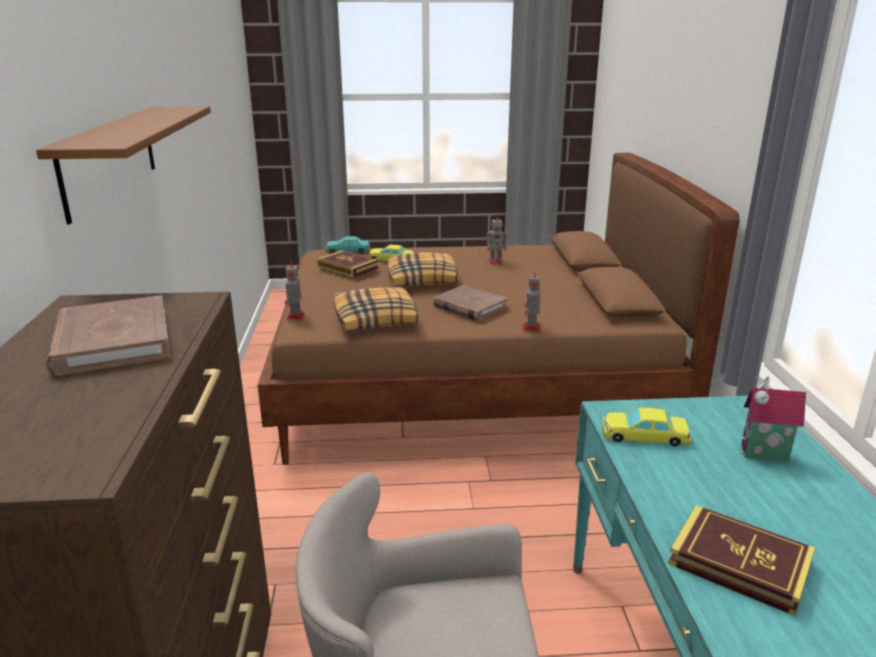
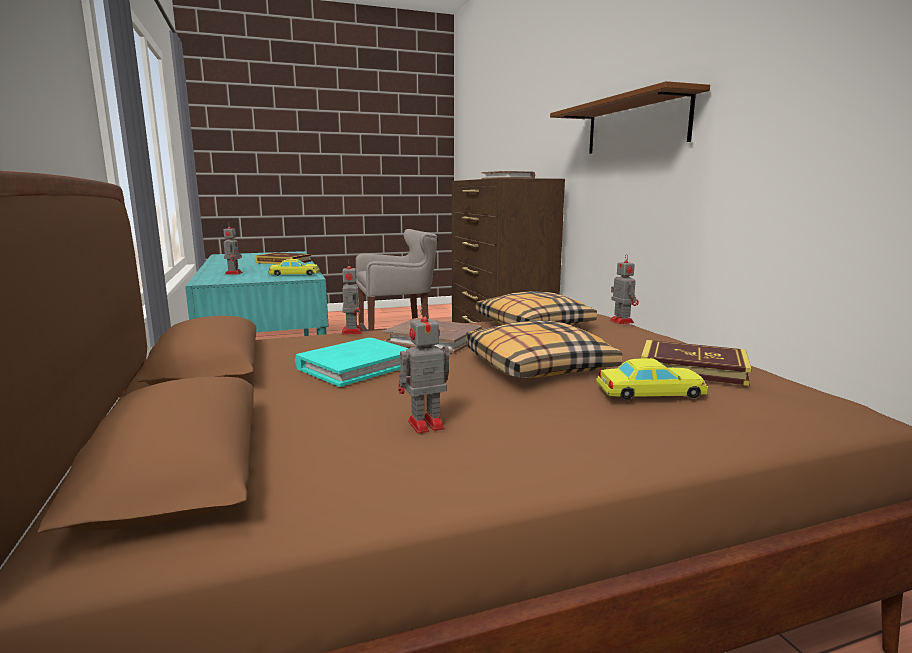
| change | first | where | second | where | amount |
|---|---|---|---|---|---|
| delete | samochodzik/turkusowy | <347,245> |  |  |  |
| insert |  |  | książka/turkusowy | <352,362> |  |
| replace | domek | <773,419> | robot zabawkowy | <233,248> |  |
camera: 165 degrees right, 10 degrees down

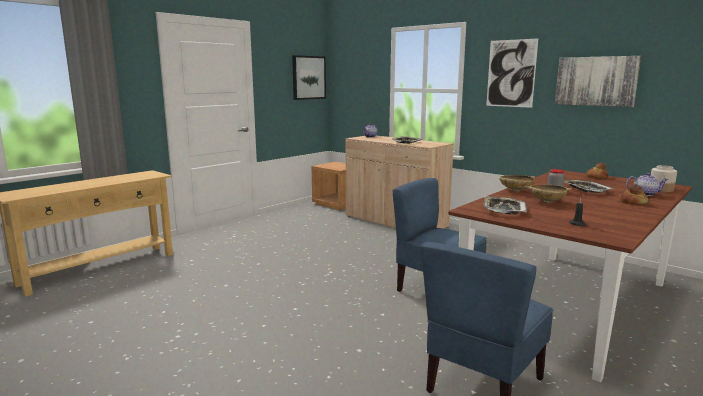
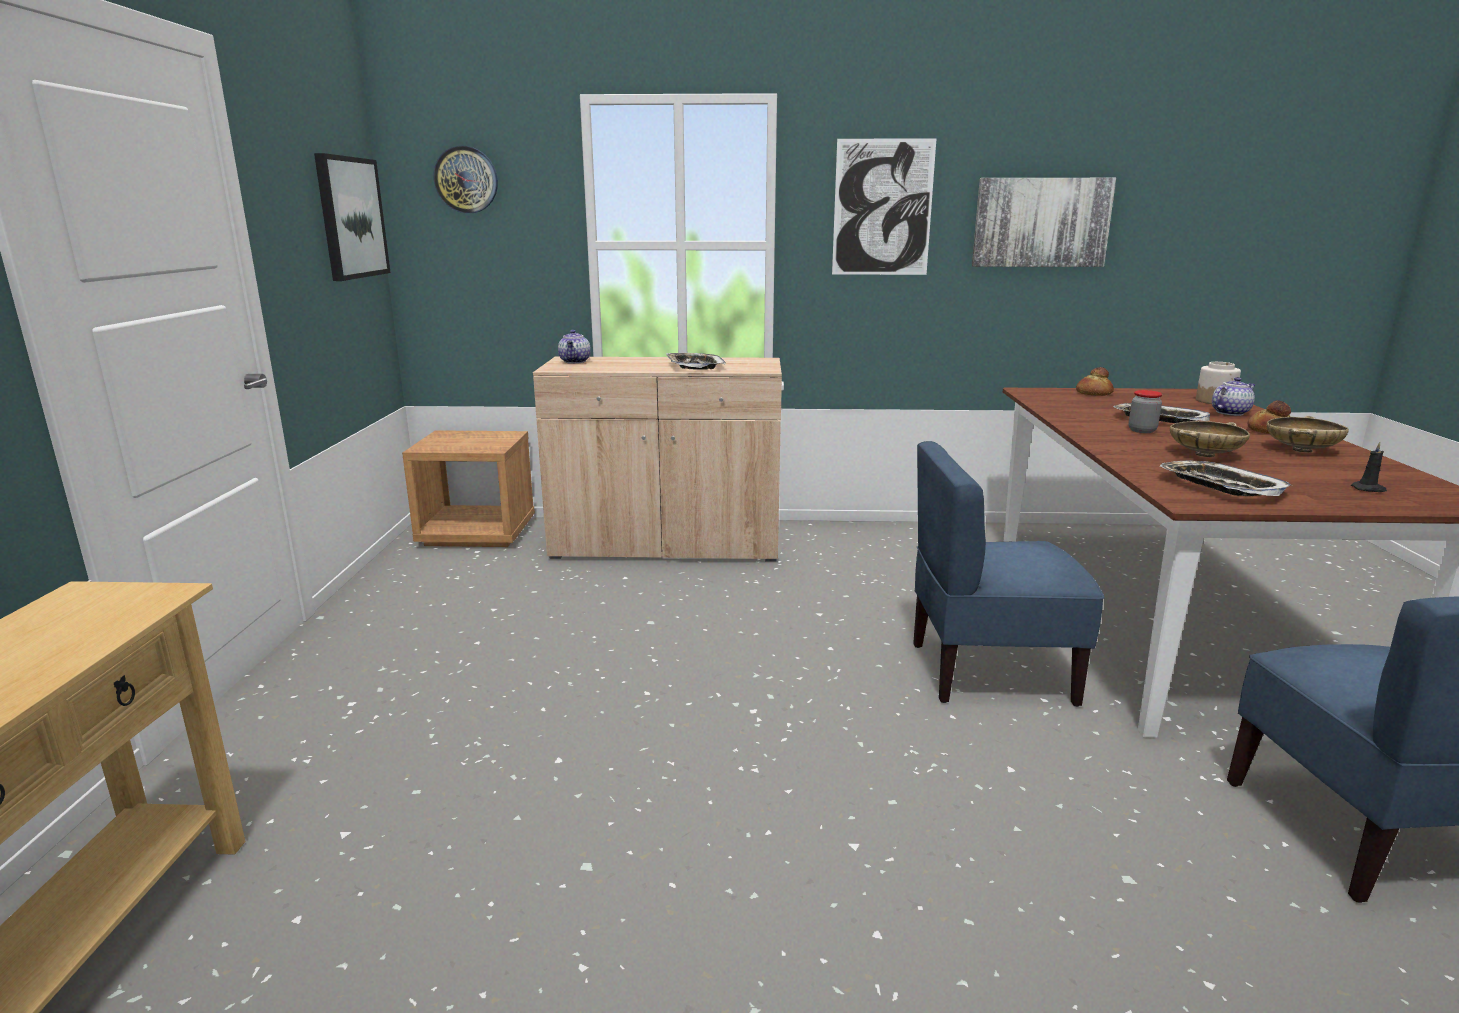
| change | first | where | second | where | amount |
|---|---|---|---|---|---|
| insert |  |  | zegar ścienny | <466,179> |  |
| move | miska/beżowy | <516,183> |  | <1307,434> |  |
camera: 40 degrees left, 5 degrees up

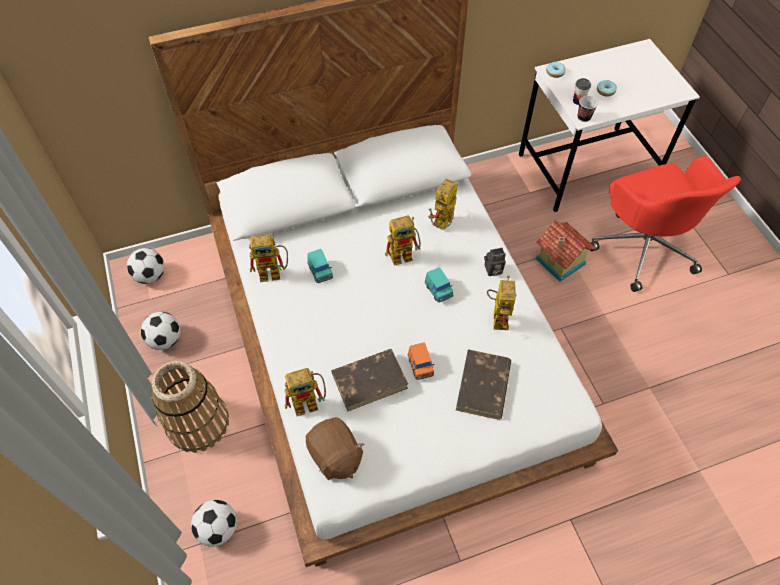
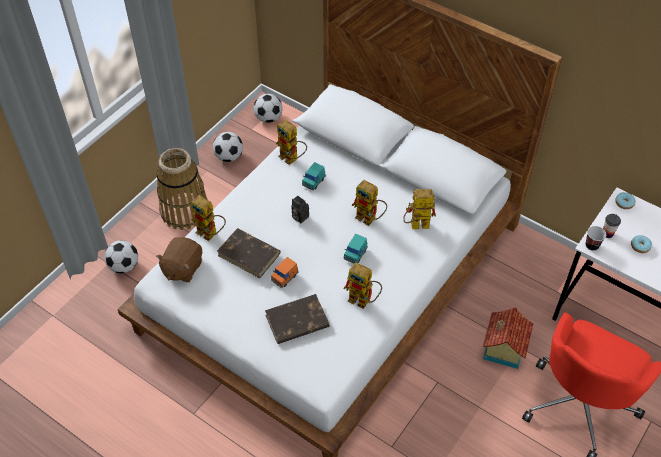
| change | first | where | second | where | amount |
|---|---|---|---|---|---|
| move | aparat fotograficzny | <495,262> |  | <300,209> |  |
| rotate | robot zabawkowy | <502,302> |  | <362,286> | 60 degrees clockwise |
camera: 55 degrees right, 5 degrees down

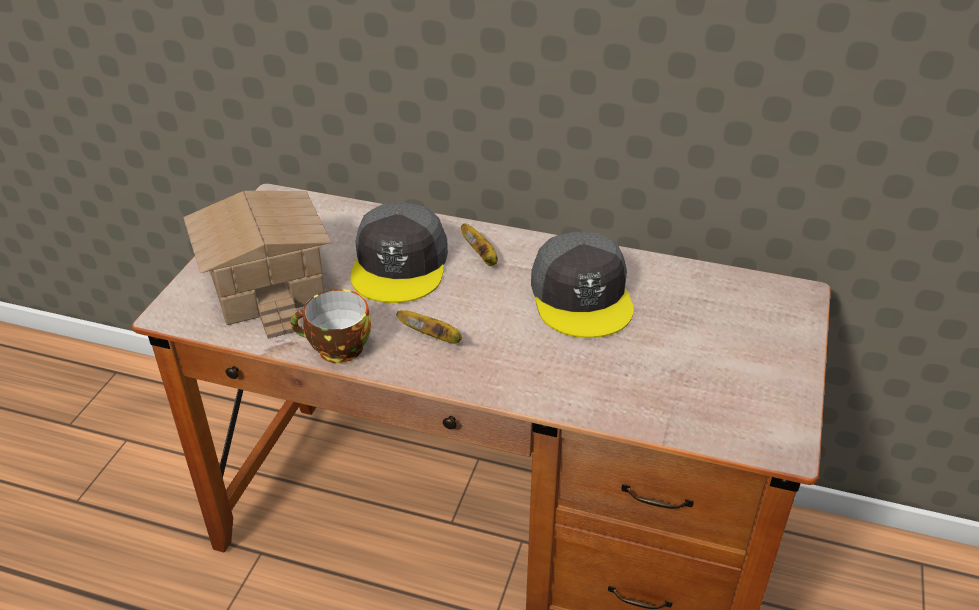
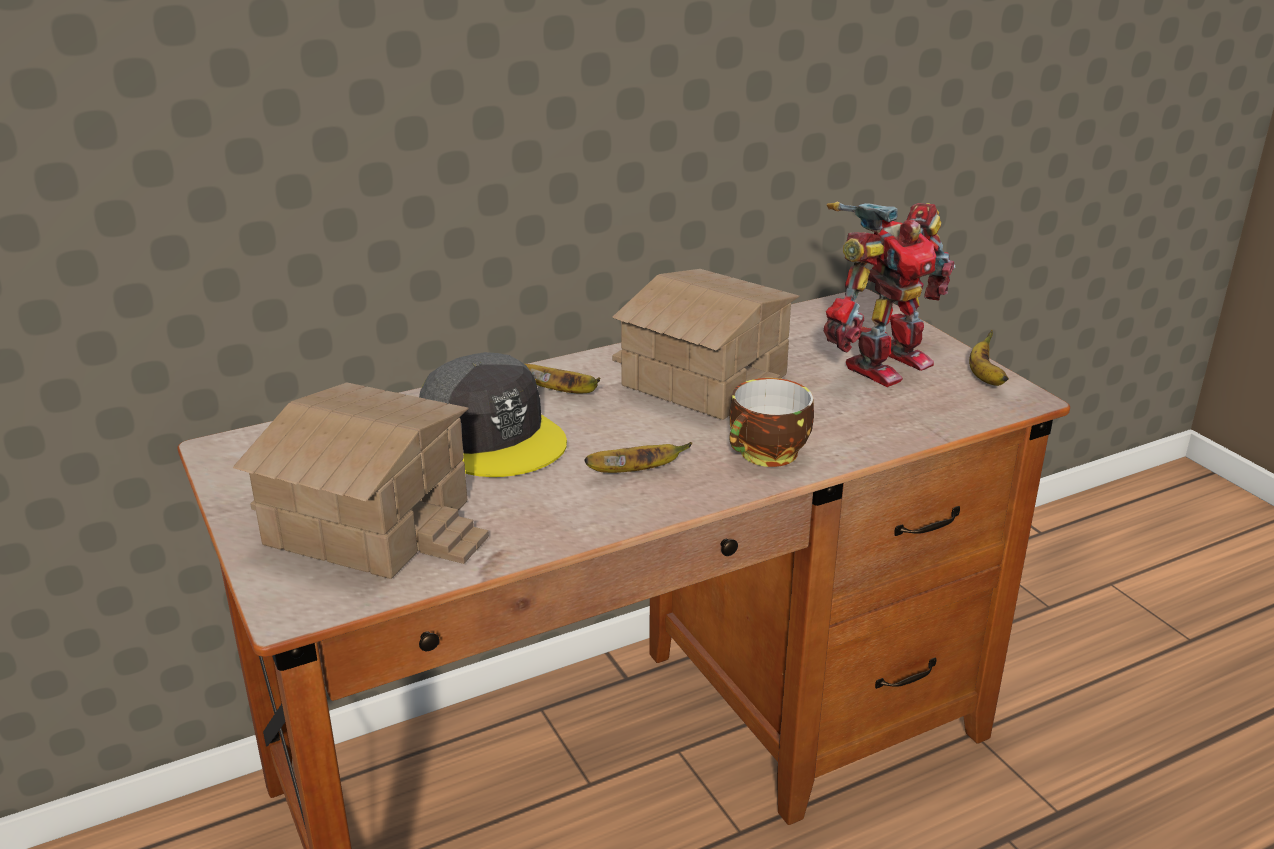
| change | first | where | second | where | amount |
|---|---|---|---|---|---|
| insert |  |  | robot zabawkowy | <890,294> |  |
| insert |  |  | banan | <989,358> |  |
| move | filiżanka | <331,326> |  | <772,422> |  |
| replace | czapka z daszkiem/szary | <582,285> | domek | <706,344> |  |
camera: 45 degrees left, 10 degrees down

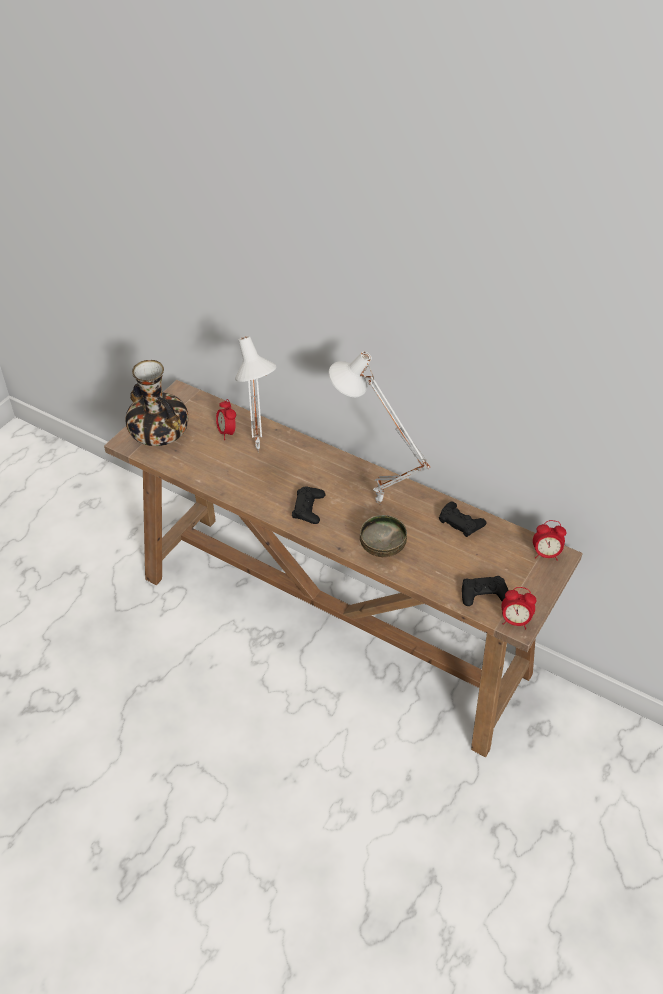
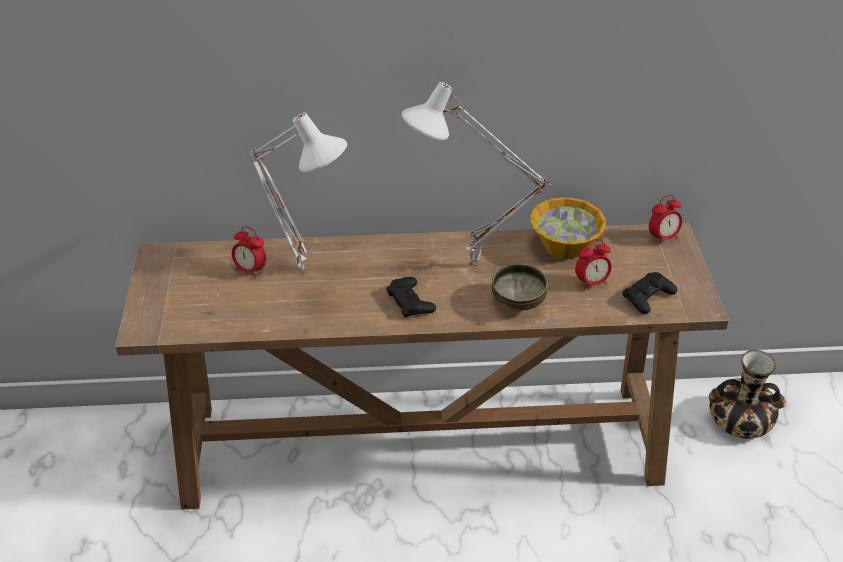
| change | first | where | second | where | amount |
|---|---|---|---|---|---|
| move | wazon | <156,403> |  | <747,394> |  |
| move | budzik | <518,608> |  | <593,264> |  |
| replace | pad do gier/czarny | <462,519> | miska | <568,228> |  |
camera: 35 degrees left, 5 degrees down

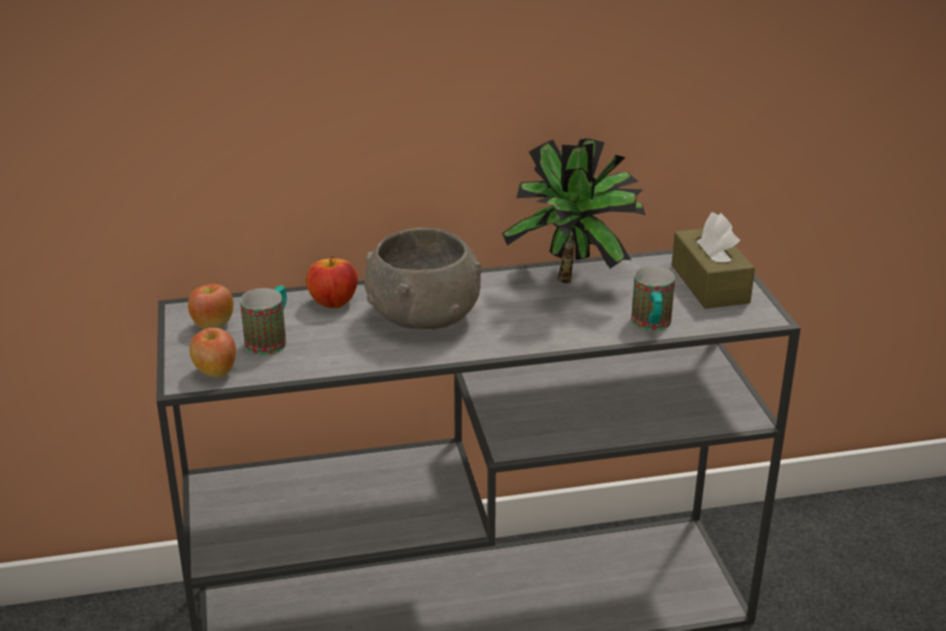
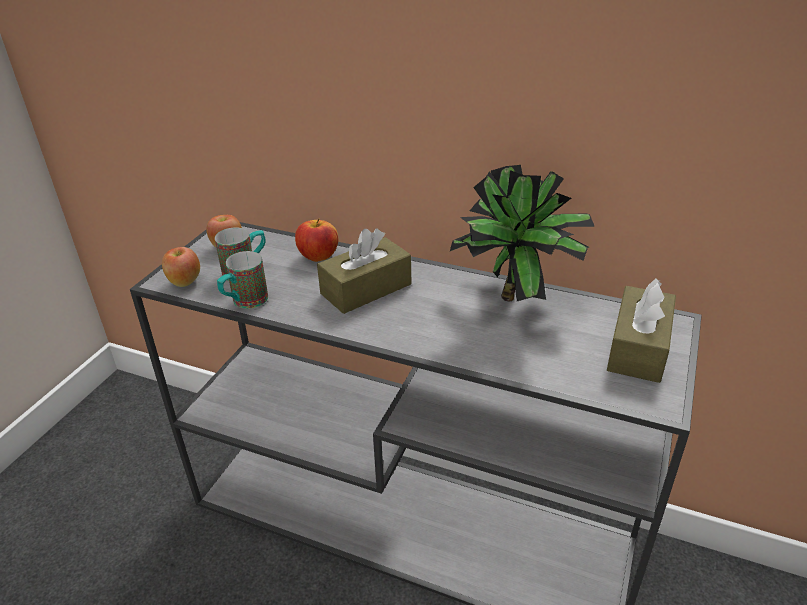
| change | first | where | second | where | amount |
|---|---|---|---|---|---|
| move | kubek | <653,298> |  | <242,280> |  |
| replace | miska/szary | <423,278> | pudełko chusteczek/brązowy | <364,271> |  |
camera: 35 degrees right, 5 degrees up

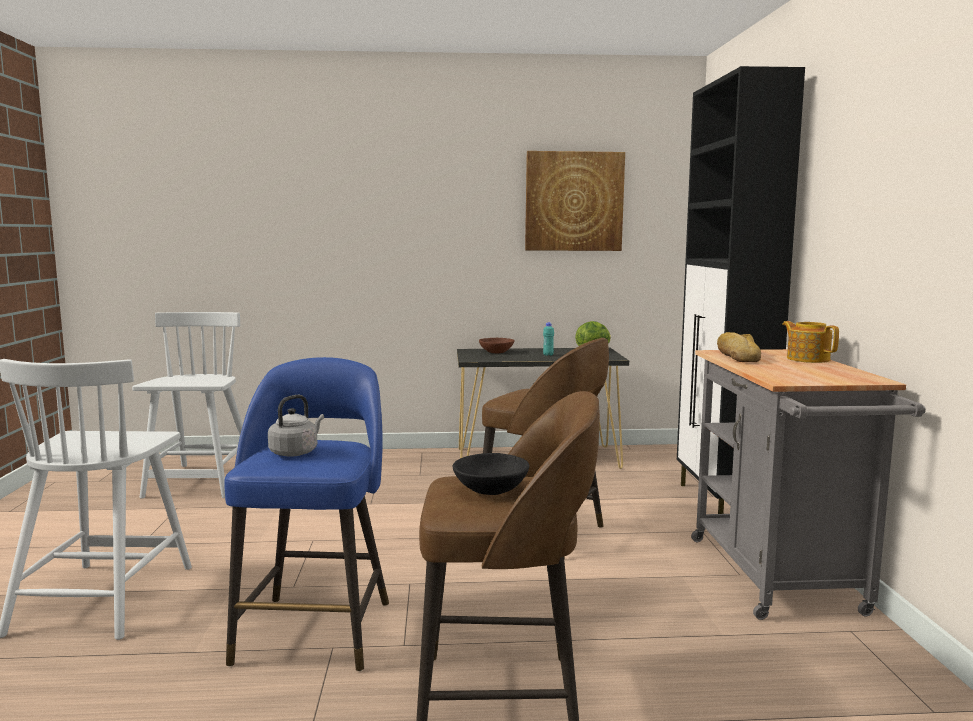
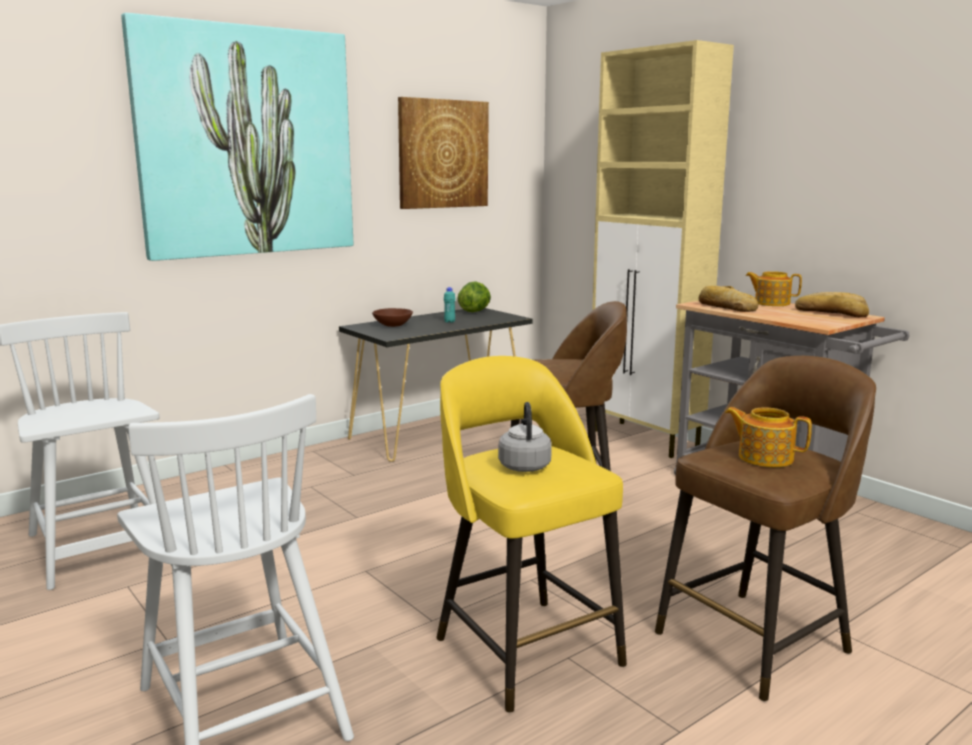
| change | first | where | second | where | amount |
|---|---|---|---|---|---|
| insert |  |  | obraz | <237,137> |  |
| insert |  |  | chleb | <832,304> |  |
| replace | miska/czarny | <491,474> | imbryk | <768,437> |  |
| recolor | stołek/niebieski | <306,514> | stołek/żółty | <531,534> |  |
| recolor | szafka/czarny | <741,290> | szafka/beżowy | <663,249> |  |
camera: 35 degrees left, 5 degrees up

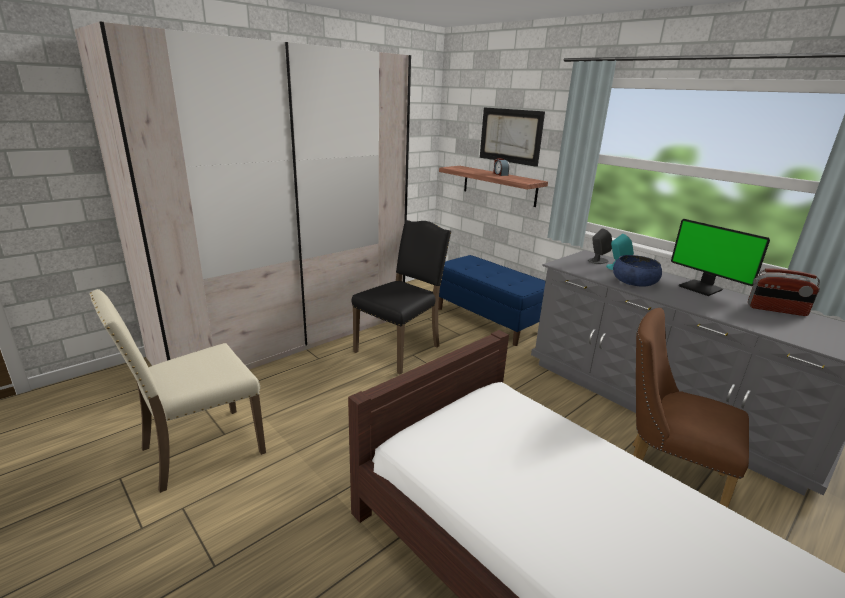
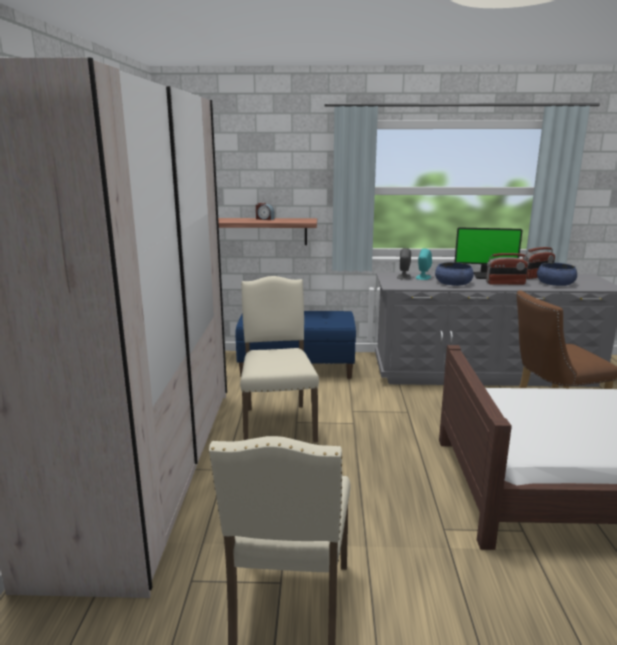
| change | first | where | second | where | amount |
|---|---|---|---|---|---|
| delete | obraz | <512,137> |  |  |  |
| insert |  |  | radio | <507,269> |  |
| insert |  |  | miska/niebieski | <557,274> |  |
| recolor | krzesło/czarny | <401,297> | krzesło/beżowy | <279,359> |  |
camera: 45 degrees left, 5 degrees down

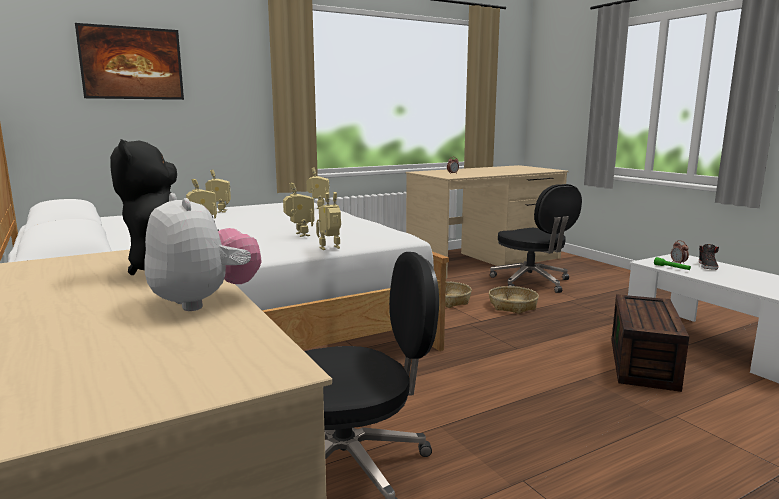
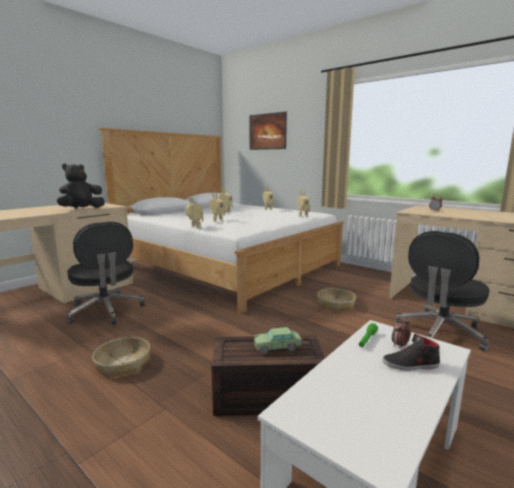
| change | first | where | second | where | amount |
|---|---|---|---|---|---|
| delete | pluszak | <203,252> |  |  |  |
| insert |  |  | samochodzik | <278,340> |  |
| move | koszyk | <514,300> |  | <121,357> |  |
camera: 70 degrees right, 0 degrees up

